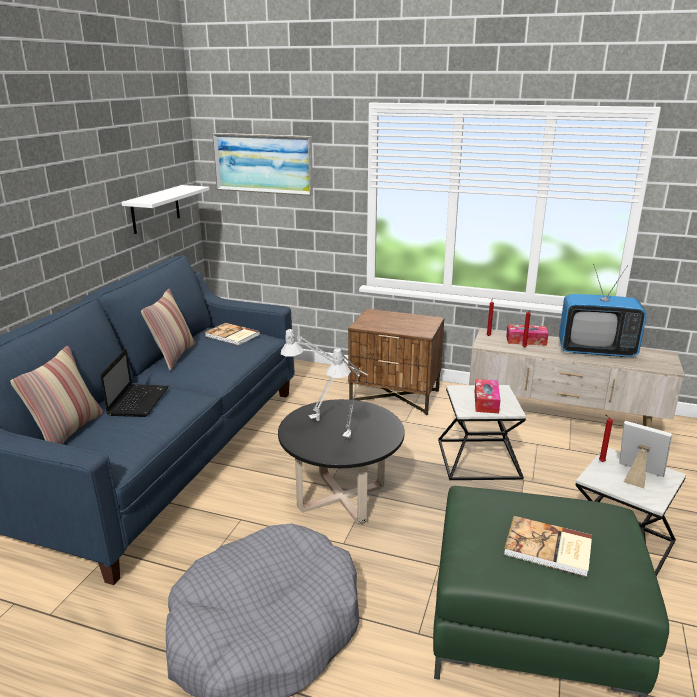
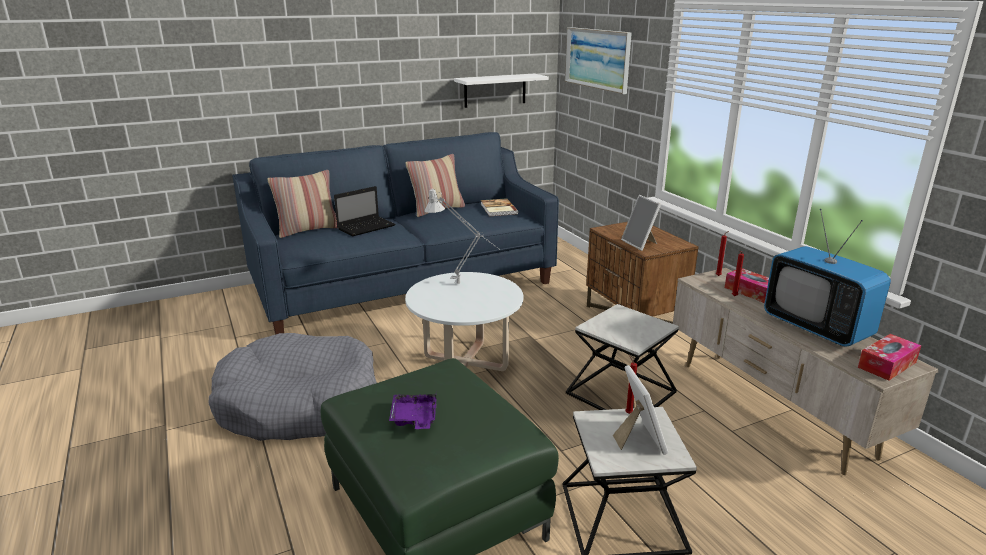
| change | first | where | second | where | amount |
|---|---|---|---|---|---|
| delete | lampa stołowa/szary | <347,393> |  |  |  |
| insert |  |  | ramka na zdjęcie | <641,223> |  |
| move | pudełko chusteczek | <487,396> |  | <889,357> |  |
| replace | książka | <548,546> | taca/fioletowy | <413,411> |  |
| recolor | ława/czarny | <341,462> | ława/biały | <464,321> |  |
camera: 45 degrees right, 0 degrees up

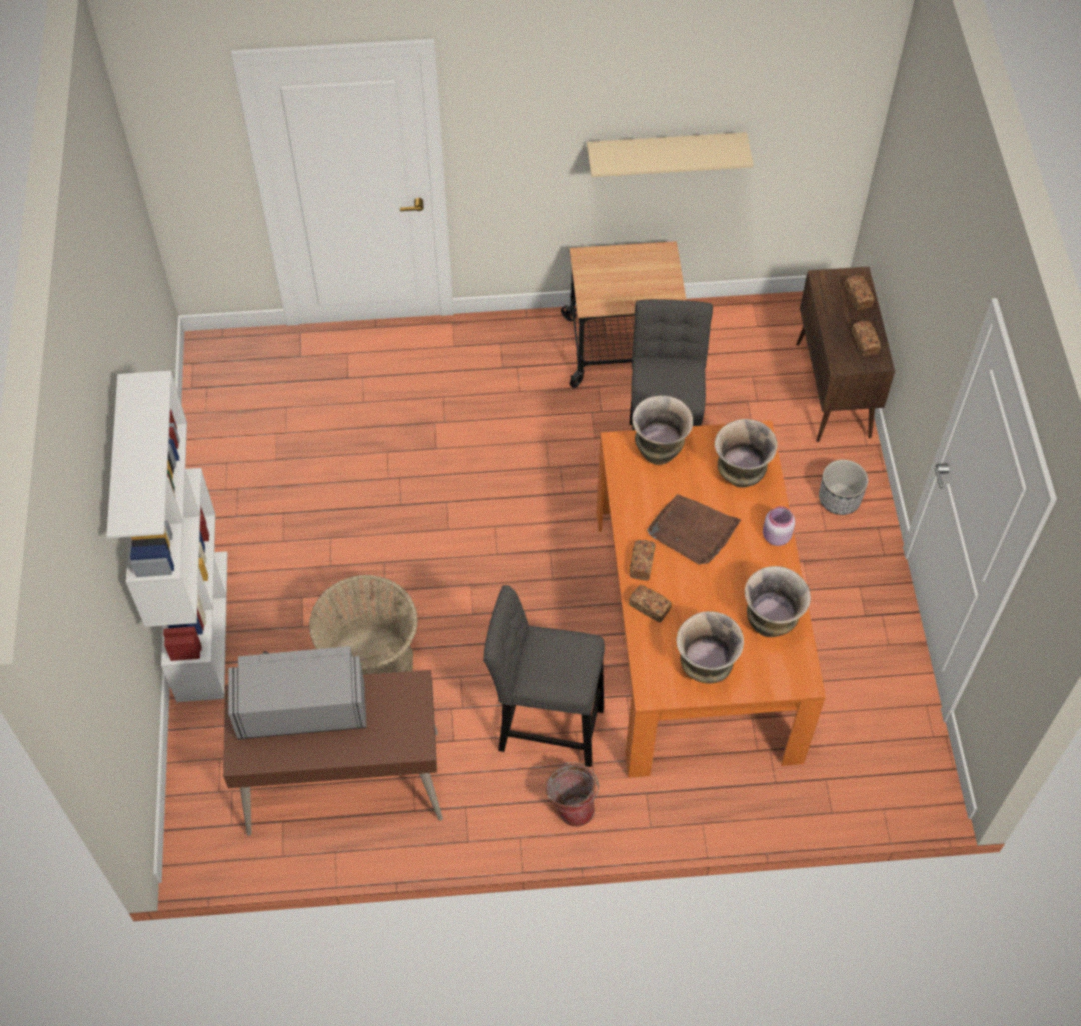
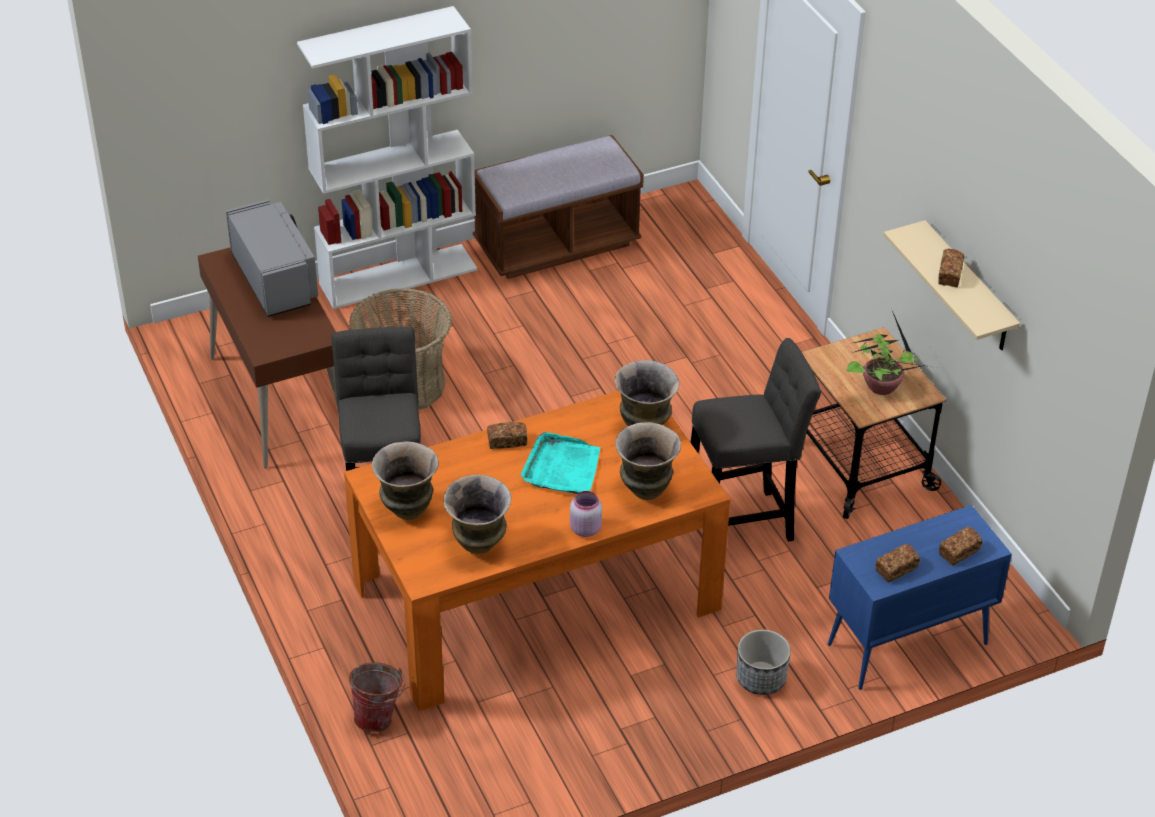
| change | first | where | second | where | amount |
|---|---|---|---|---|---|
| insert |  |  | ławka/brązowy | <558,207> |  |
| insert |  |  | roślina doniczkowa | <887,353> |  |
| move | wiadro | <572,794> |  | <377,697> |  |
| move | chleb | <650,604> |  | <951,268> |  |
| recolor | taca/brązowy | <694,529> | taca/turkusowy | <560,463> |  |
| recolor | szafka/brązowy | <845,354> | szafka/niebieski | <919,597> |  |
camera: 70 degrees right, 15 degrees down

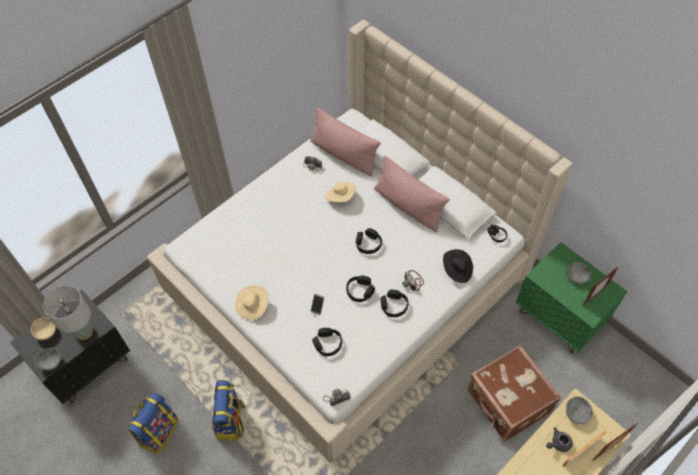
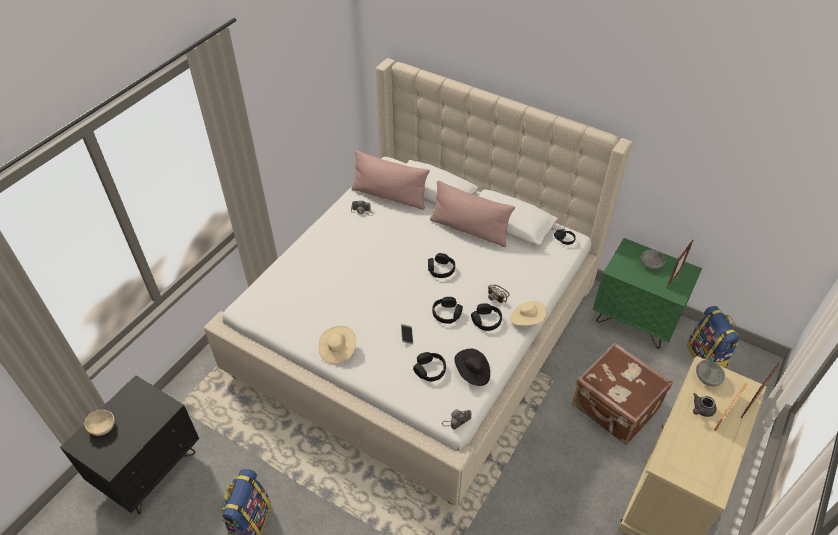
| change | first | where | second | where | amount |
|---|---|---|---|---|---|
| delete | miska/szary | <47,359> |  |  |  |
| delete | lampa stołowa/szary | <68,312> |  |  |  |
| move | plecak | <229,410> |  | <713,337> |  |
| move | kapelusz/beżowy | <340,192> |  | <528,313> |  |
| move | kapelusz/czarny | <458,266> |  | <472,367> |  |
camera: 15 degrees left, 10 degrees down

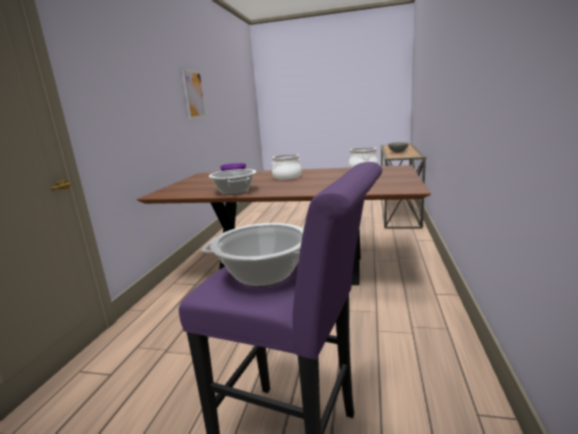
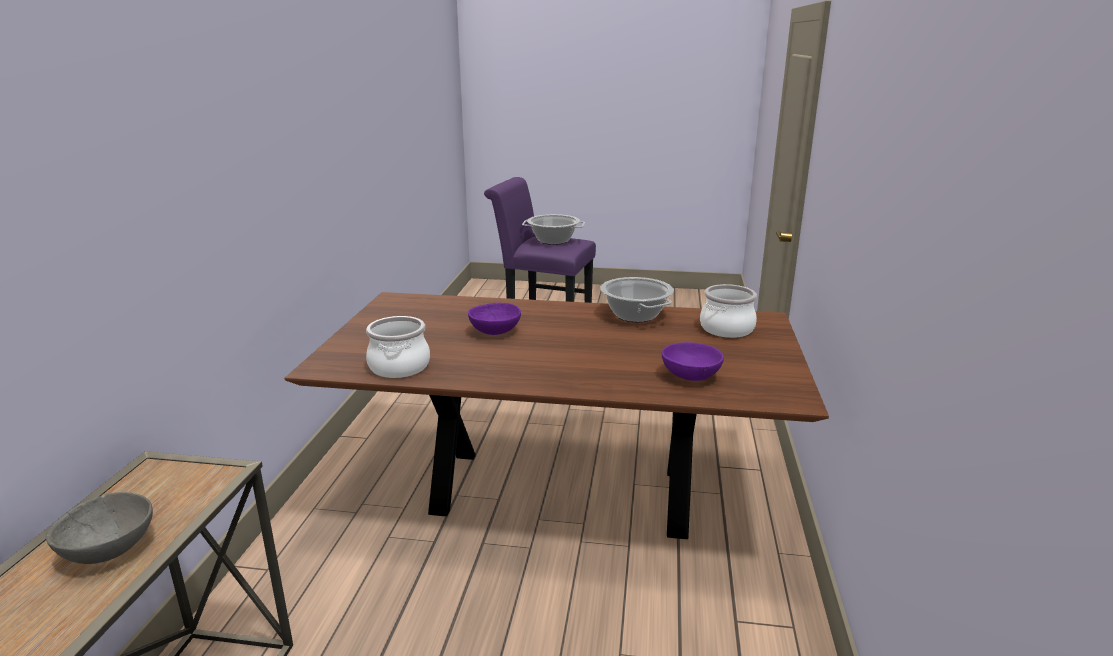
| change | first | where | second | where | amount |
|---|---|---|---|---|---|
| delete | obraz | <194,94> |  |  |  |
| insert |  |  | miska/fioletowy | <494,319> |  |
| move | garnek | <286,167> |  | <728,311> |  |
camera: 175 degrees right, 5 degrees up

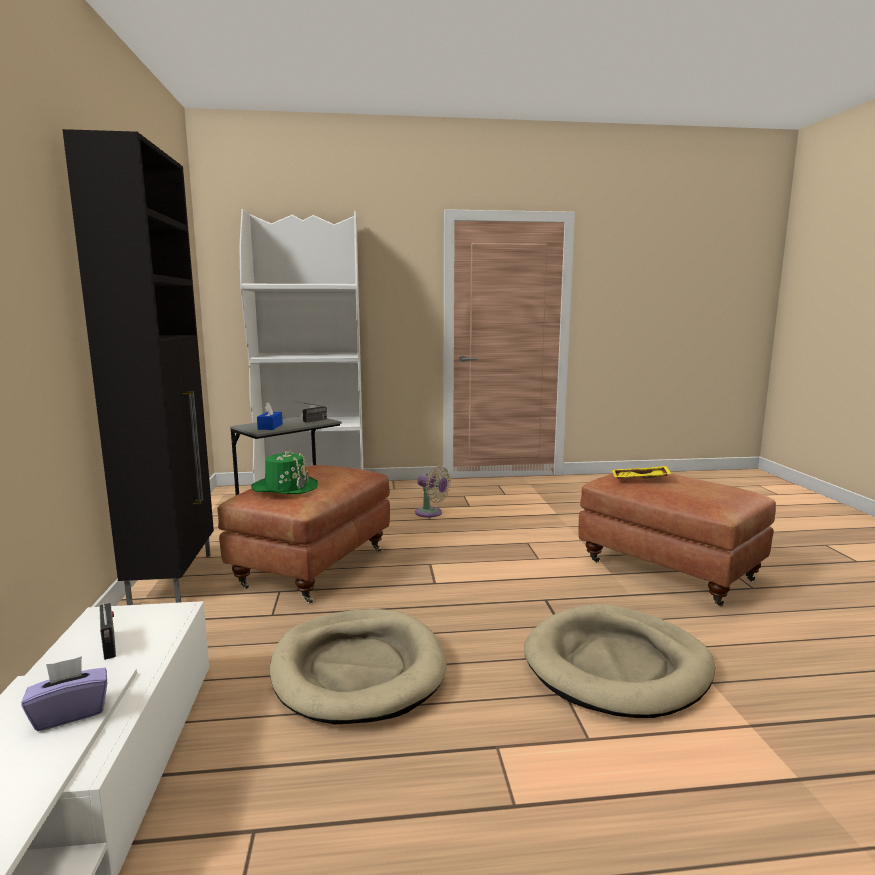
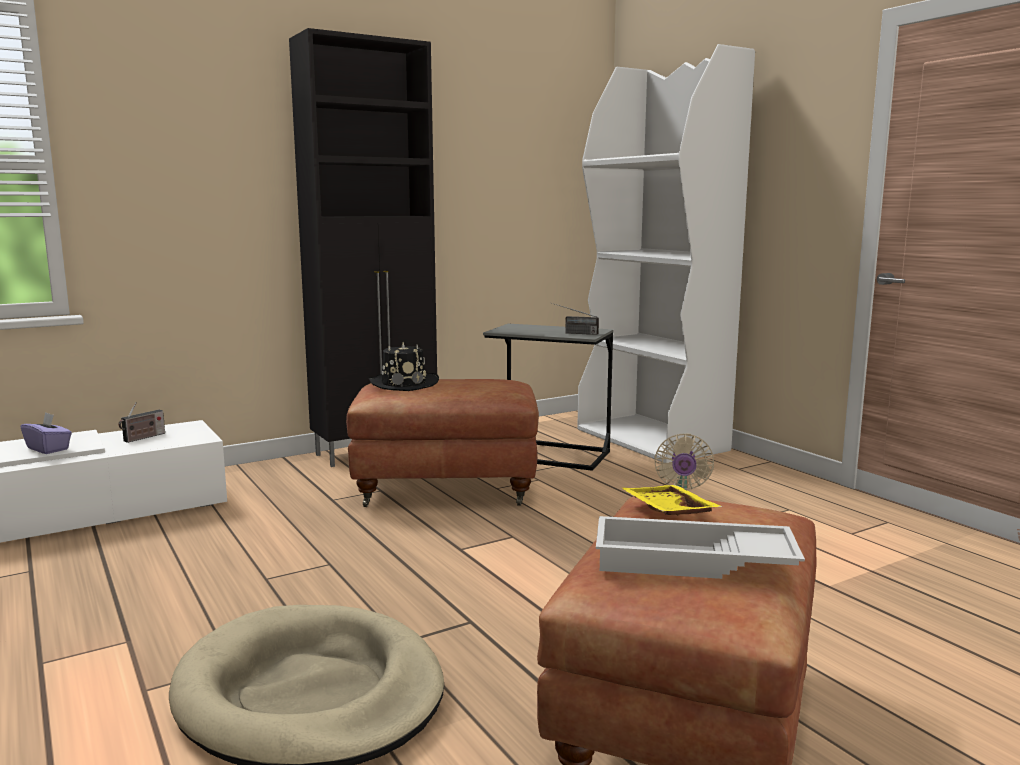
| change | first | where | second | where | amount |
|---|---|---|---|---|---|
| delete | pudełko chusteczek/niebieski | <270,416> |  |  |  |
| delete | legowisko/beżowy | <358,666> |  |  |  |
| insert |  |  | taca/biały | <700,547> |  |
| recolor | kapelusz/zielony | <284,472> | kapelusz/czarny | <403,366> |  |
camera: 65 degrees right, 0 degrees up

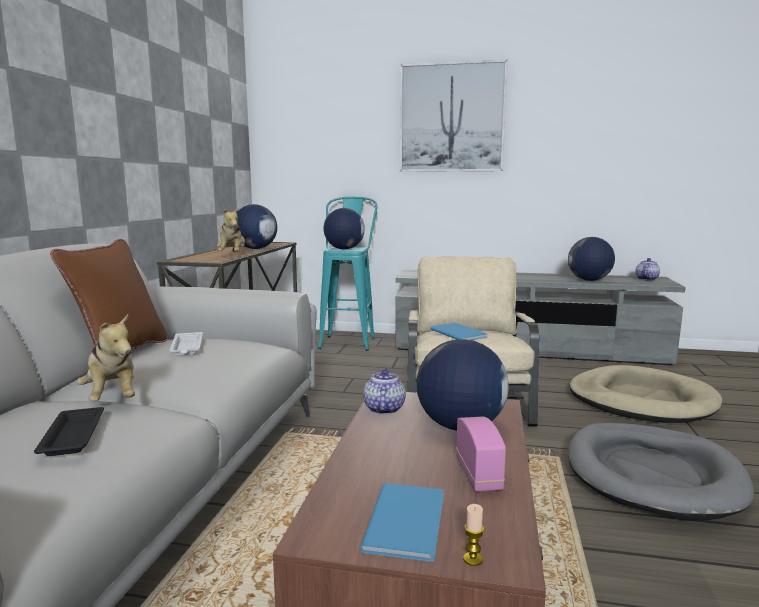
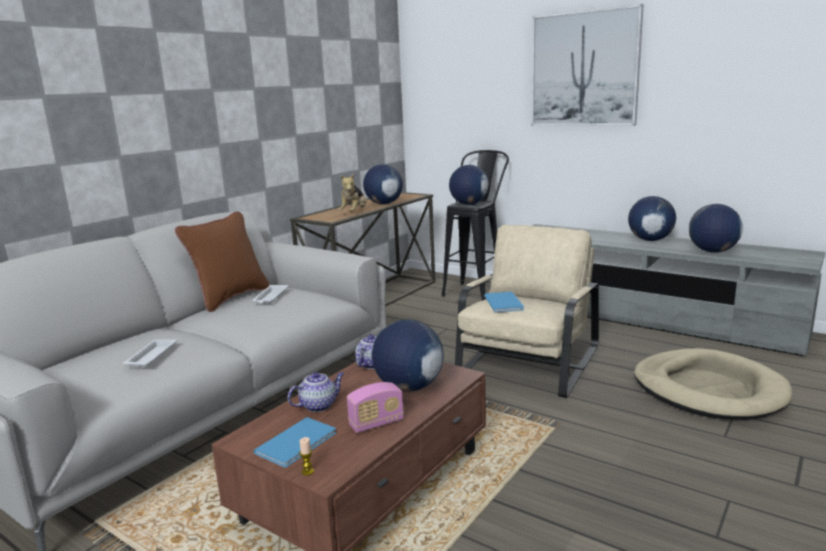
| change | first | where | second | where | amount |
|---|---|---|---|---|---|
| delete | pluszak | <106,357> |  |  |  |
| delete | legowisko/szary | <661,472> |  |  |  |
| insert |  |  | globus | <652,218> |  |
| move | imbryk | <647,269> |  | <315,392> |  |
| recolor | taca/czarny | <69,431> | taca/biały | <150,353> |  |
| recolor | stołek/turkusowy | <348,273> | stołek/czarny | <475,225> |  |
| rotate | radio | <481,454> |  | <375,407> | 45 degrees clockwise |
camera: 25 degrees right, 5 degrees up

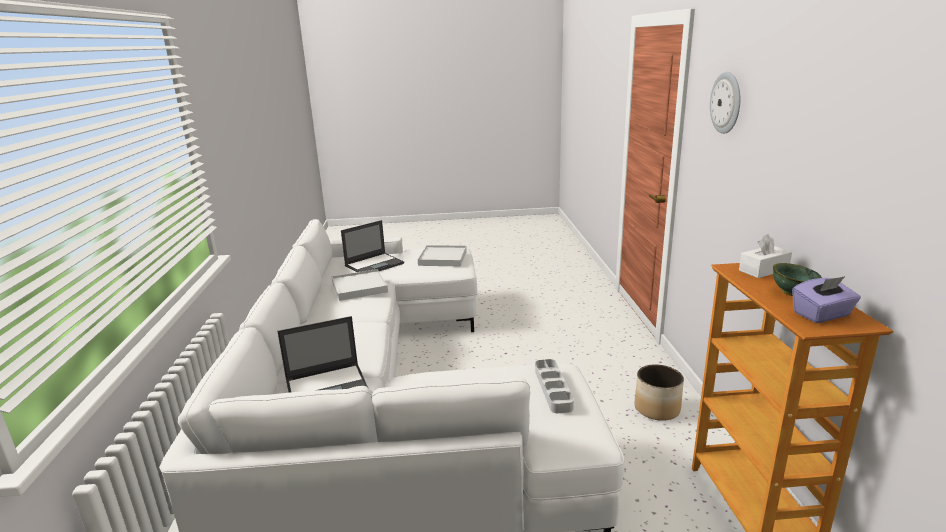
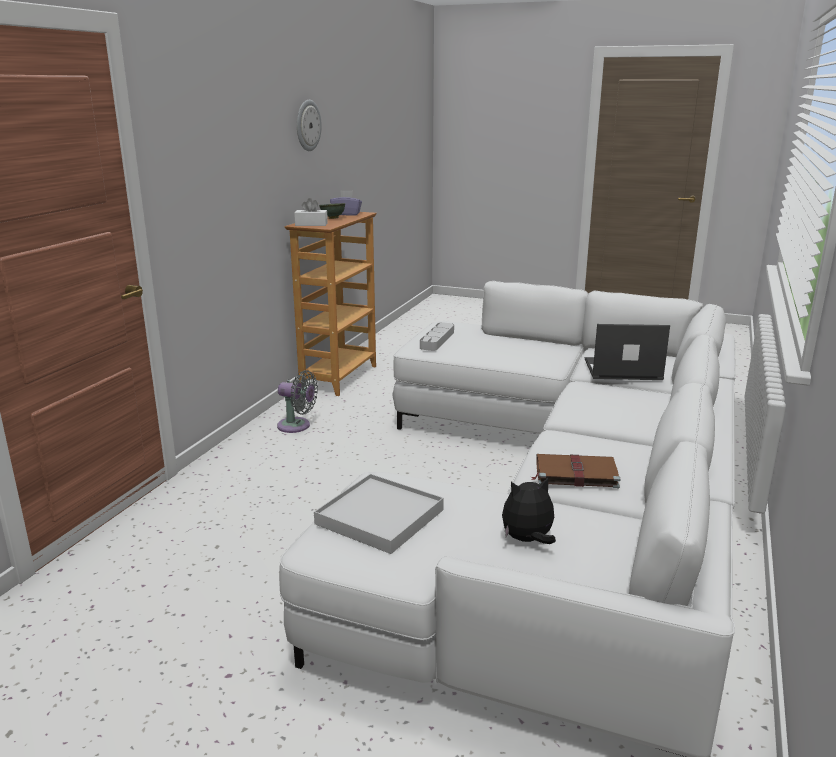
| change | first | where | second | where | amount |
|---|---|---|---|---|---|
| move | zegar ścienny | <725,103> |  | <309,125> |  |
| replace | taca/biały | <360,285> | książka/brązowy | <576,471> |  |
| replace | laptop | <372,246> | pluszak | <529,510> |  |
| replace | donica | <659,392> | wentylator/szary | <297,401> |  |
camera: 155 degrees left, 0 degrees up

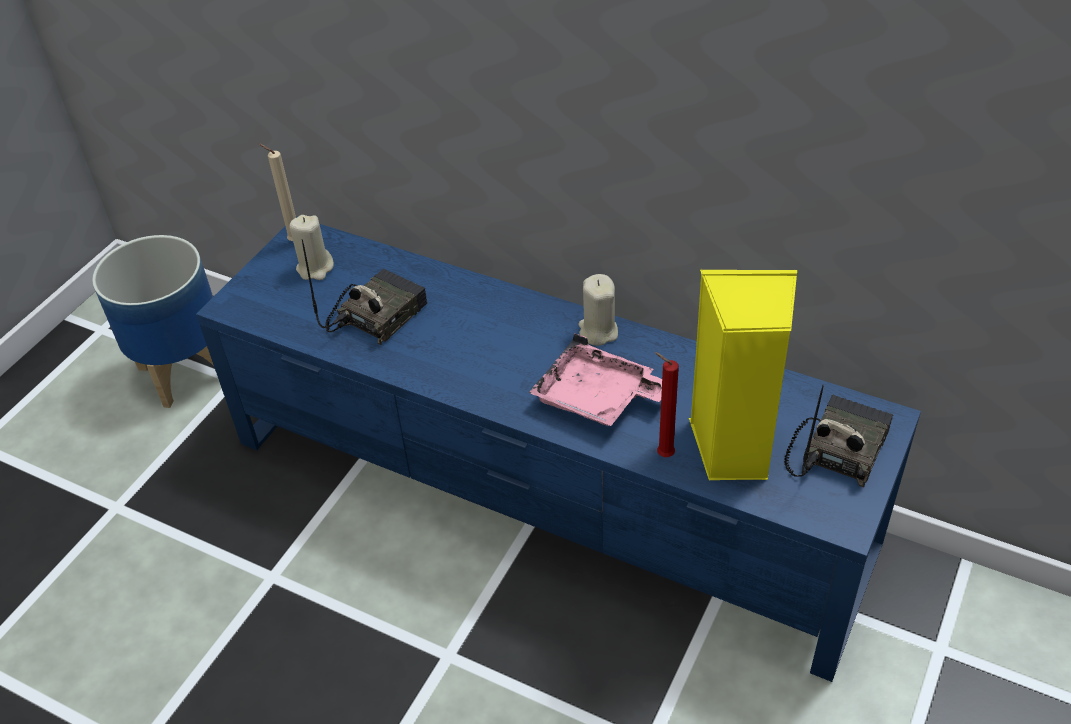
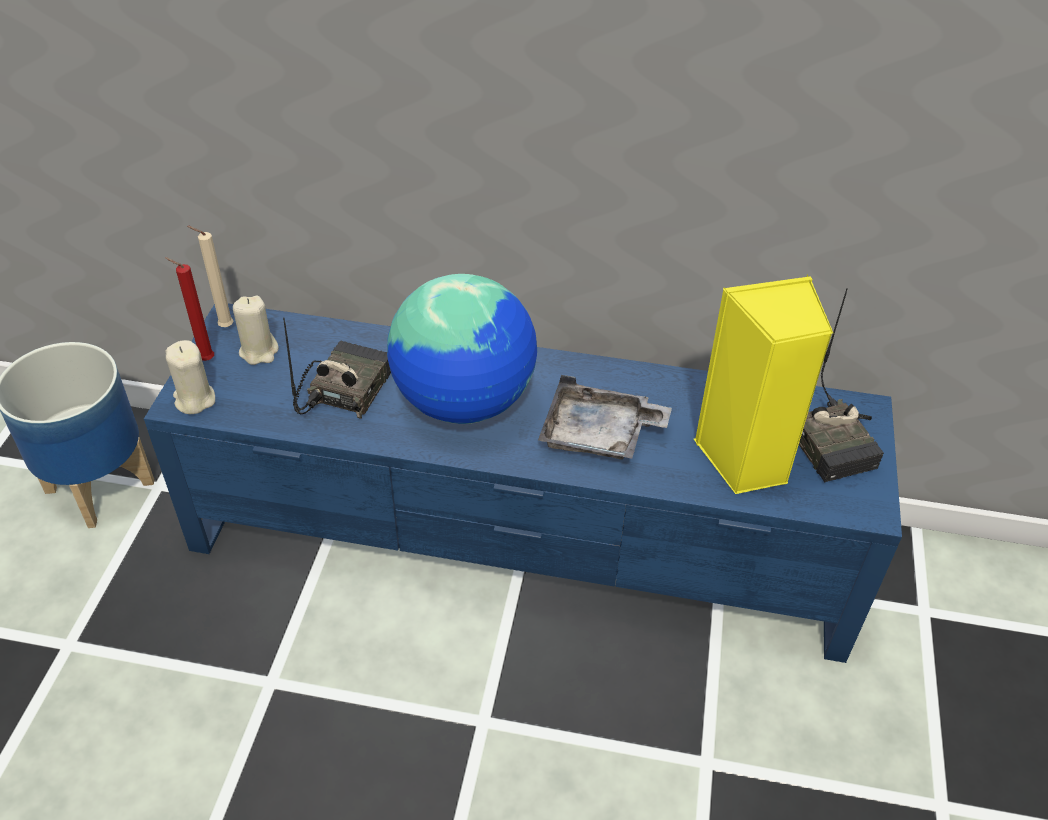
| change | first | where | second | where | amount |
|---|---|---|---|---|---|
| insert |  |  | globus | <462,349> |  |
| move | świeca/beżowy | <598,310> |  | <190,377> |  |
| move | świeca/czerwony | <667,404> |  | <189,309> |  |
| recolor | taca/różowy | <595,379> | taca/szary | <605,417> |  |
| rotate | radio | <838,436> |  | <841,385> | 150 degrees clockwise |
camera: 20 degrees left, 0 degrees up

